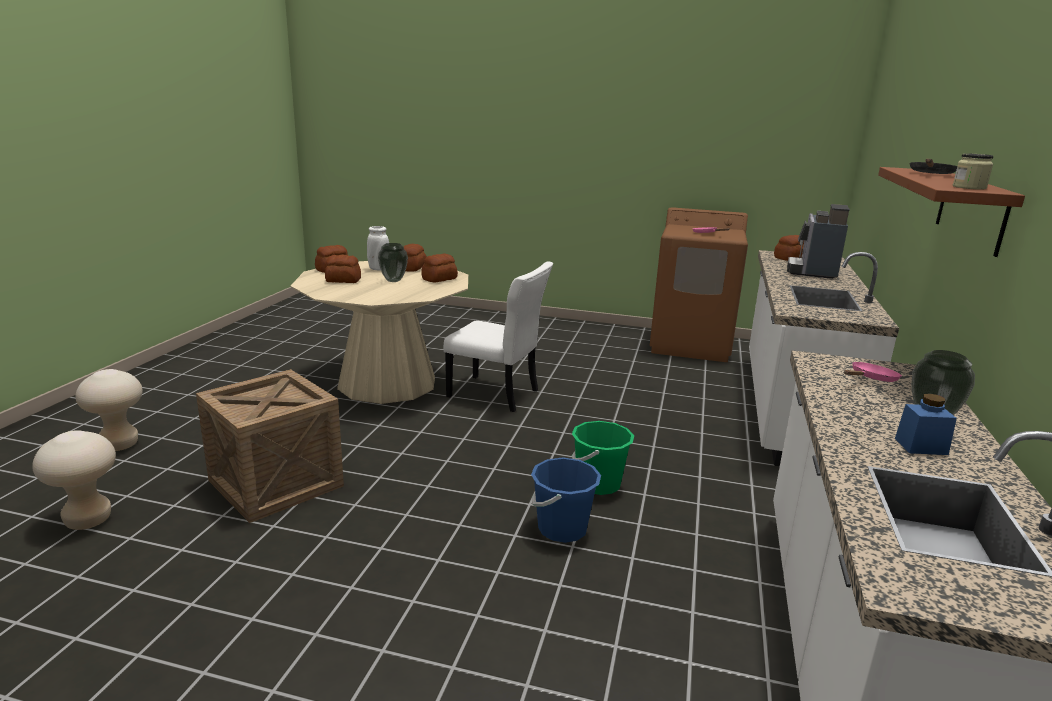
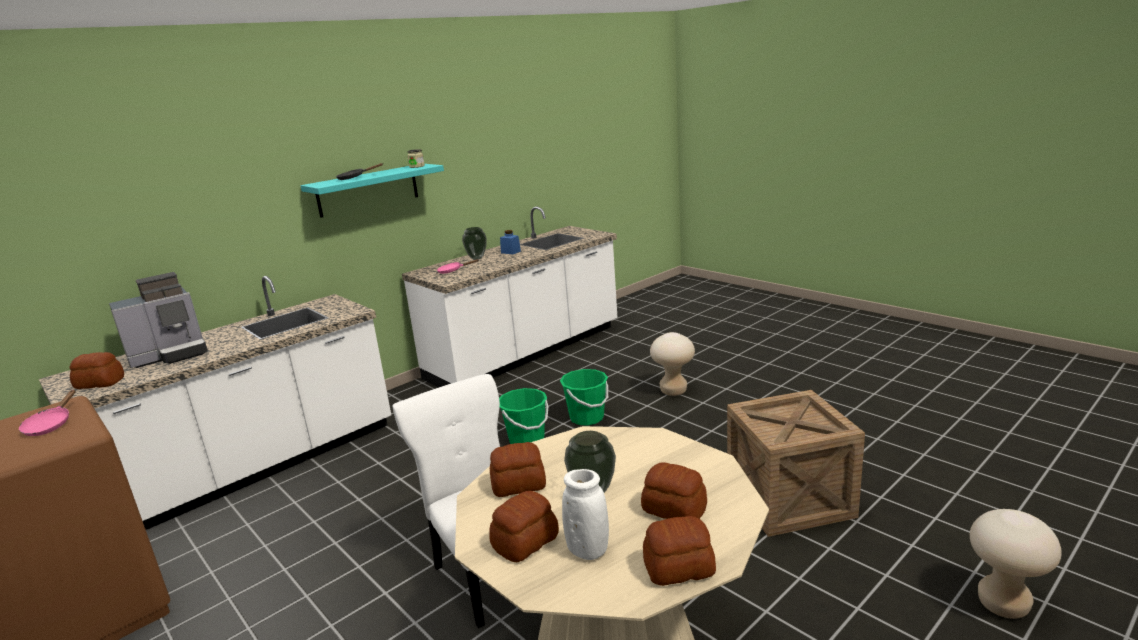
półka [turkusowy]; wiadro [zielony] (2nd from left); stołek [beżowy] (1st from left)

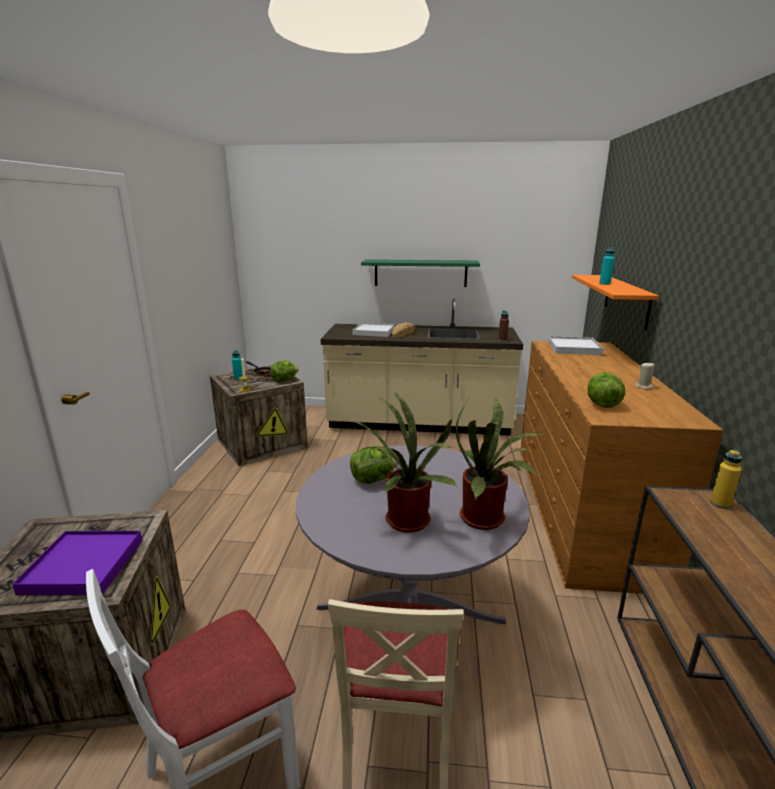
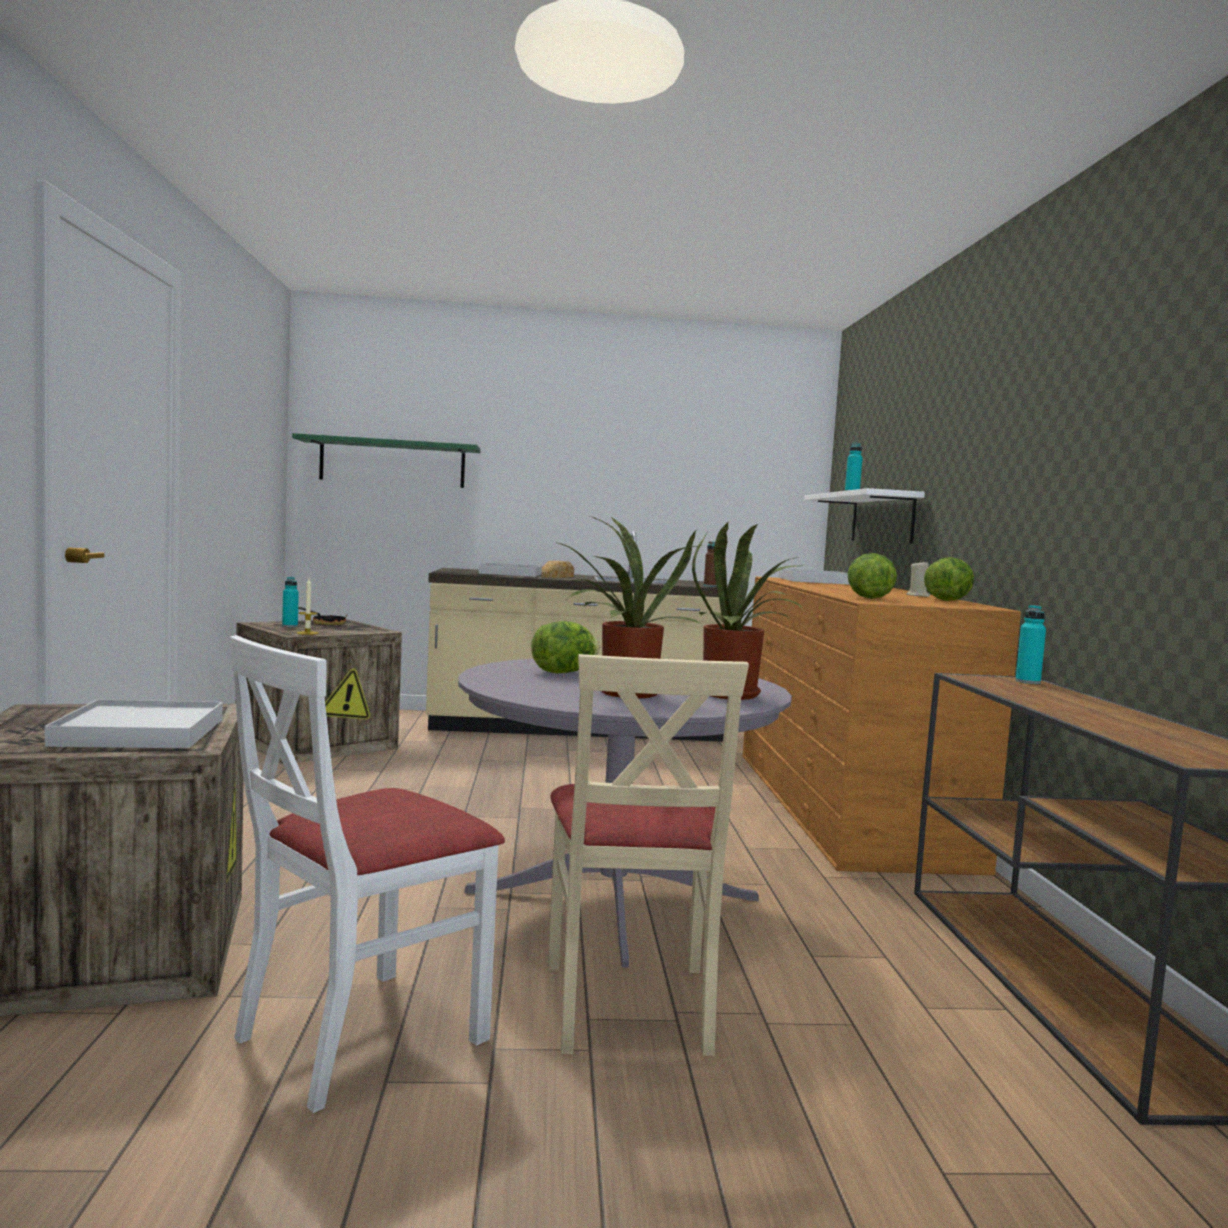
taca [biały] (1st from left); półka [zielony]; półka [biały]; sałata (3rd from left); butelka [turkusowy] (3rd from left)

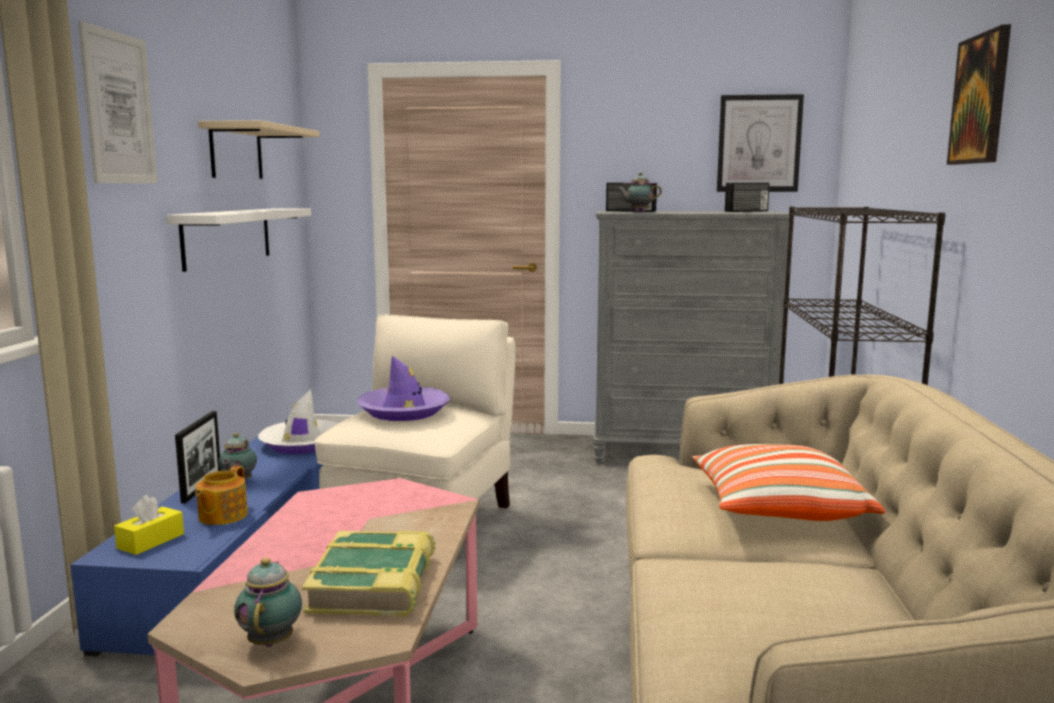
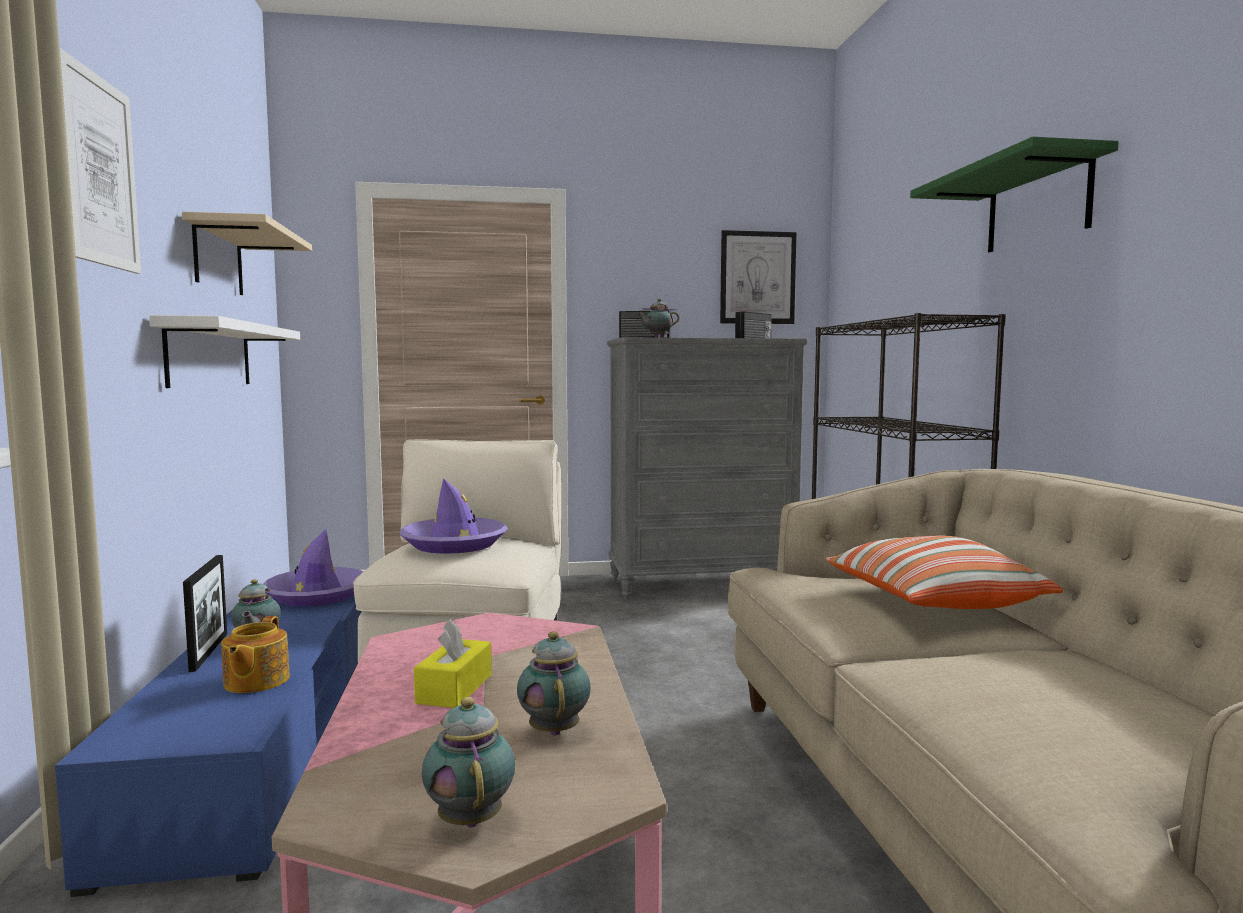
kapelusz [fioletowy] (1st from left); pudełko chusteczek [żółty]; imbryk (4th from left); półka [zielony]

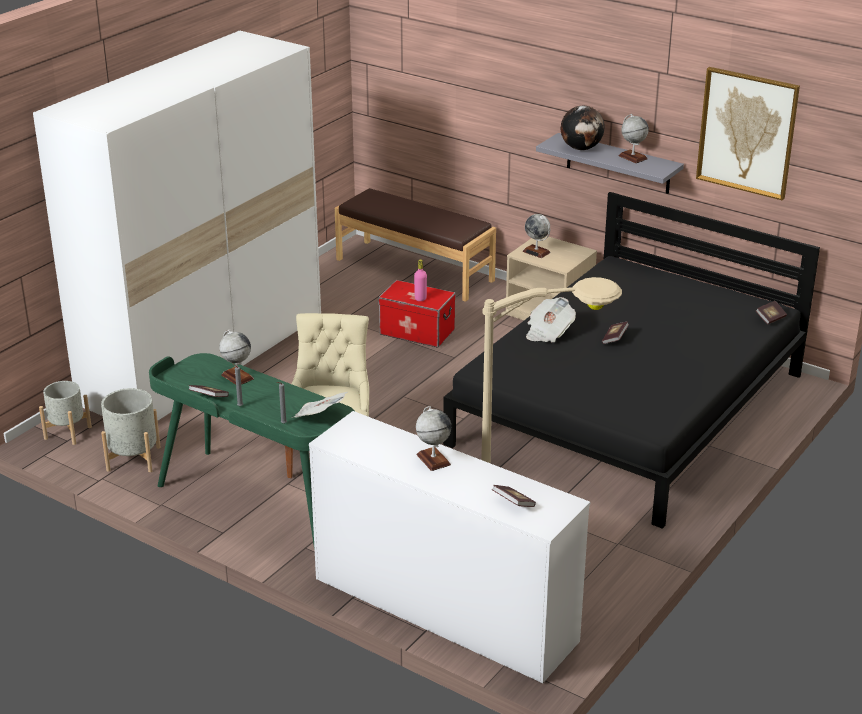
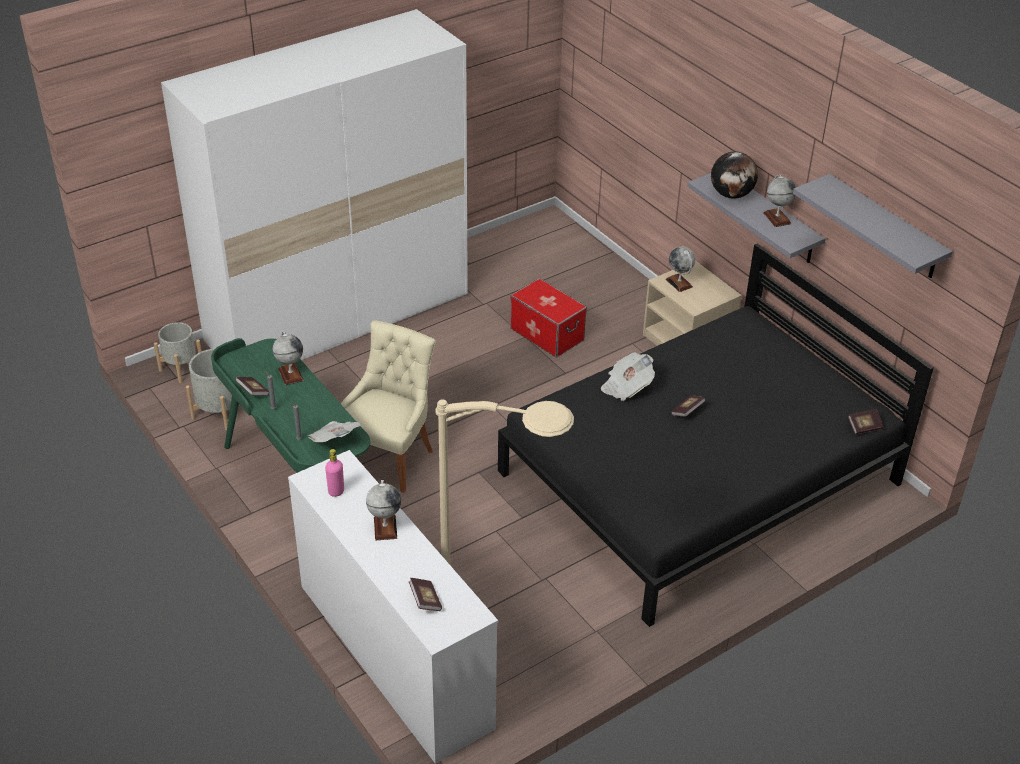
butelka [różowy]; półka [szary] (2nd from left); ławka [brązowy]

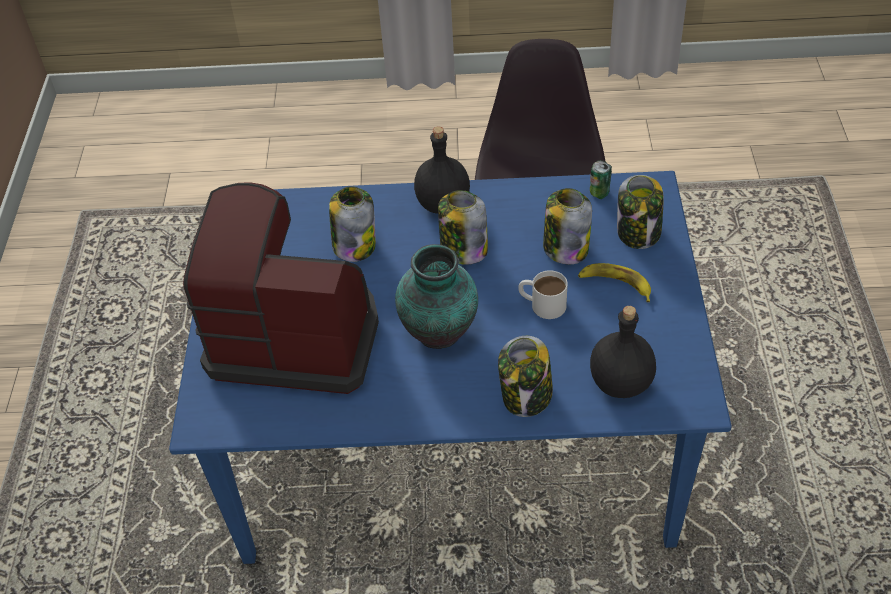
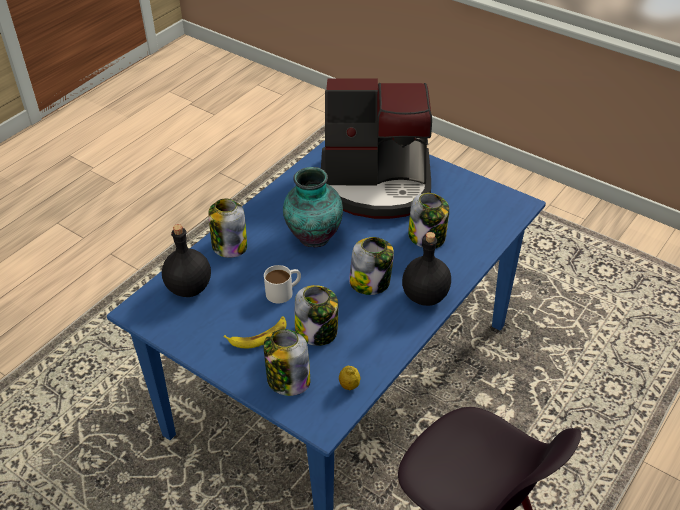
ekspres do kawy; cytryna

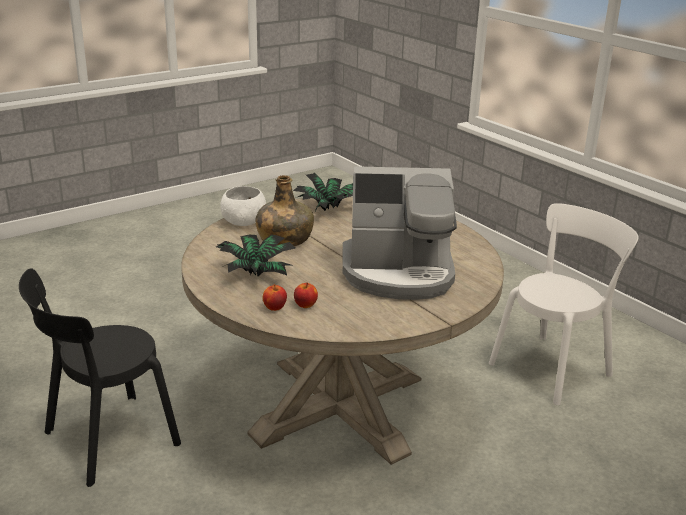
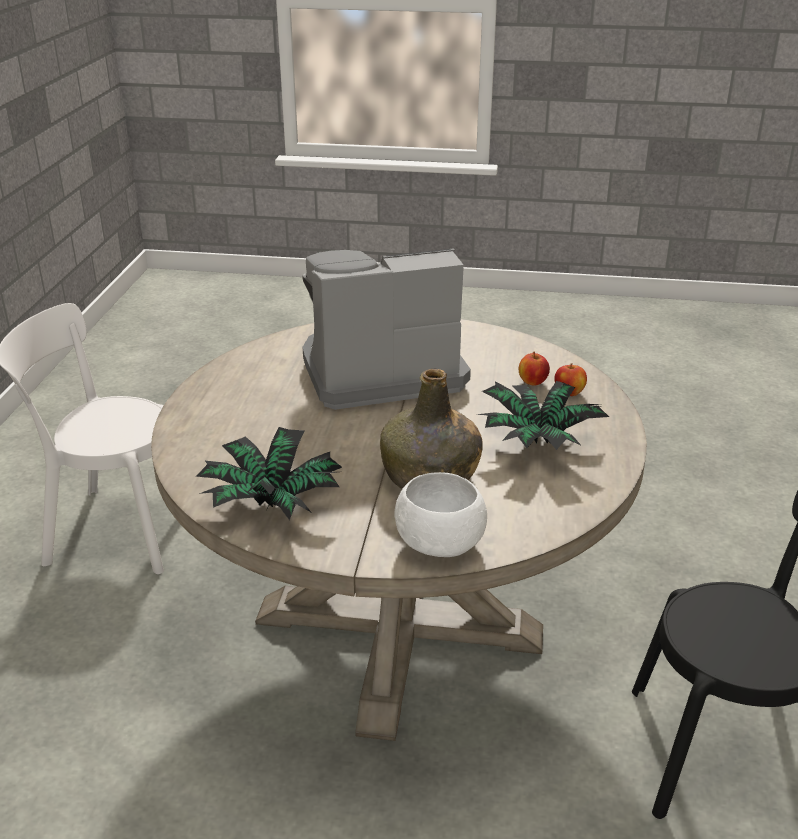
ekspres do kawy

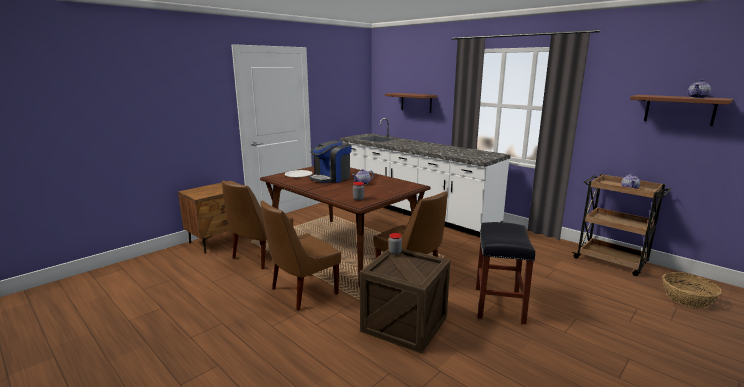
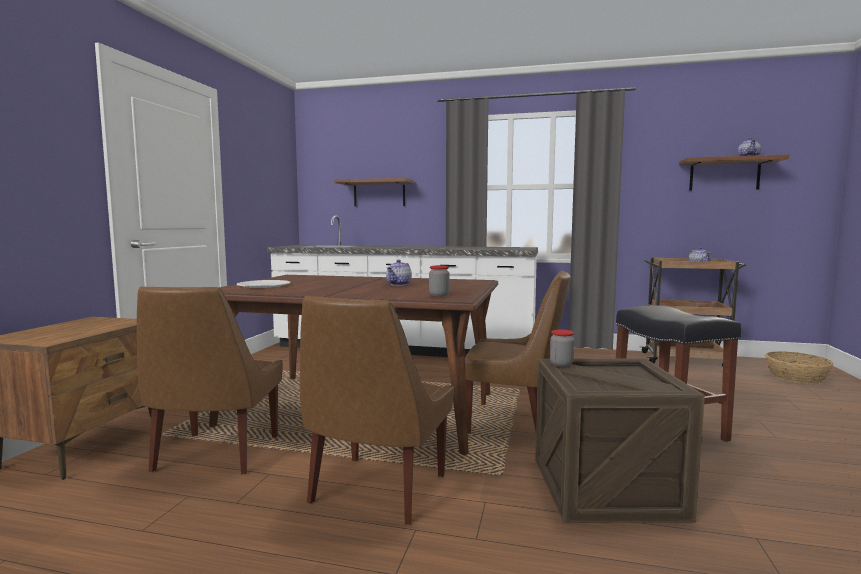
ekspres do kawy

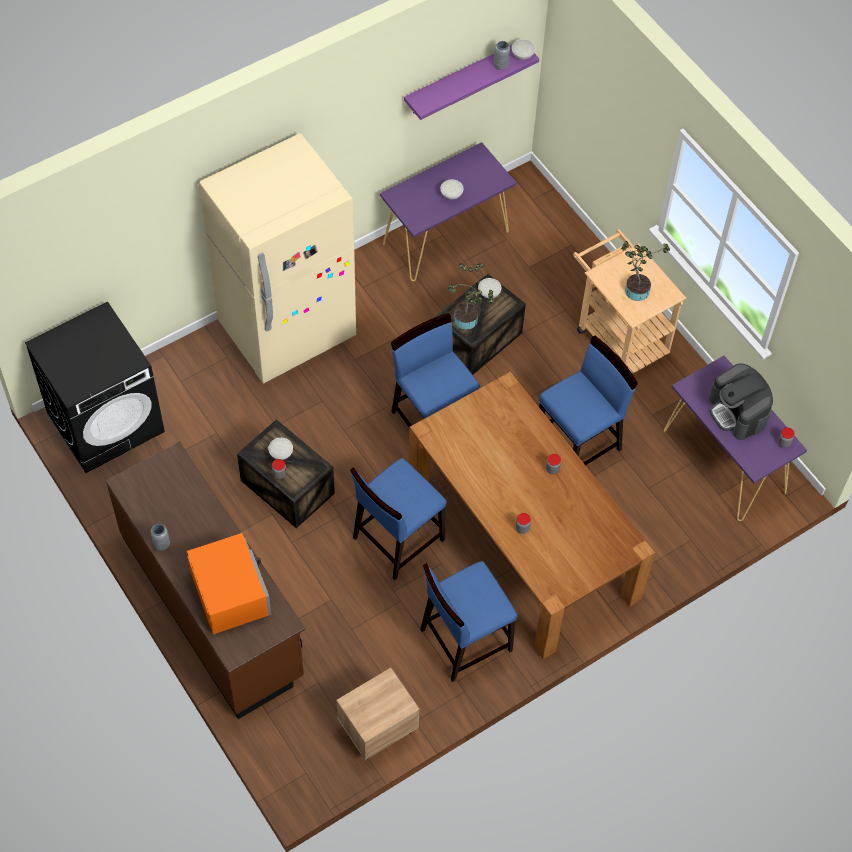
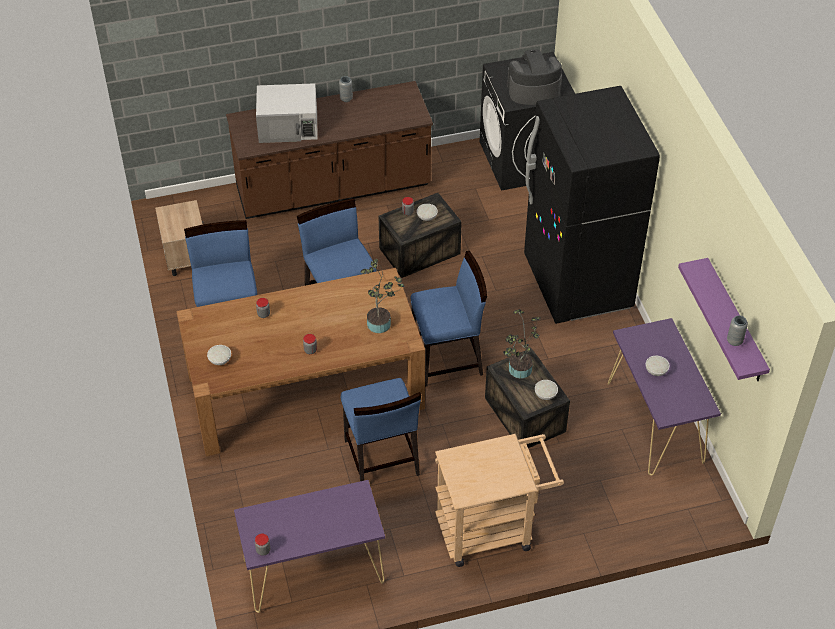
miska [biały] (1st from left); mikrofalówka [biały]; roślina doniczkowa (1st from left); ekspres do kawy; lodówka [czarny]

